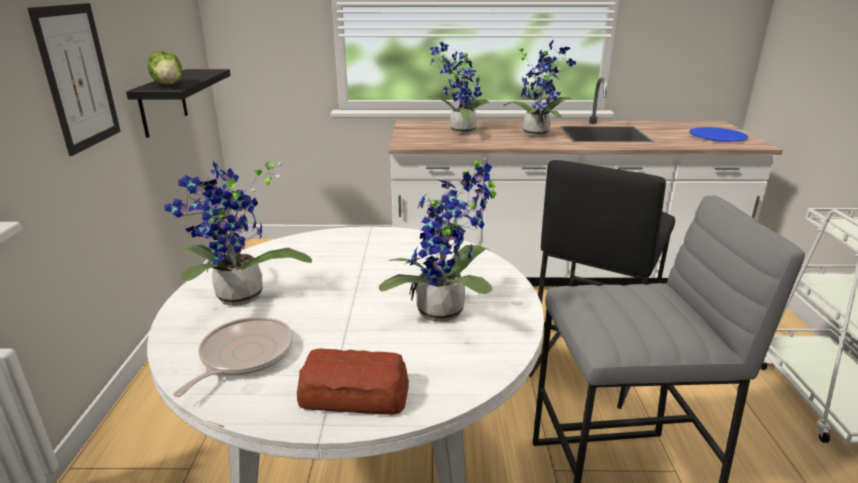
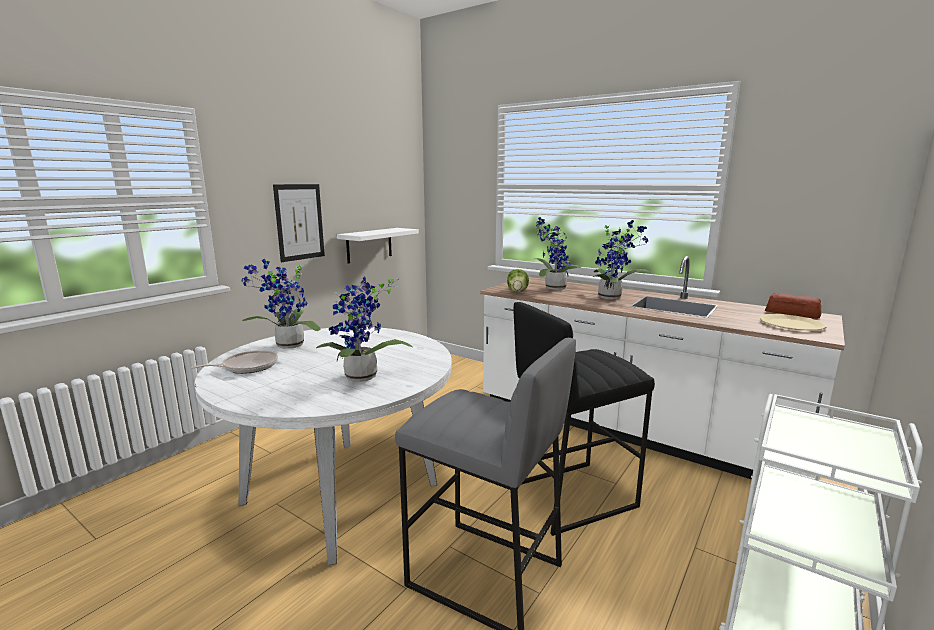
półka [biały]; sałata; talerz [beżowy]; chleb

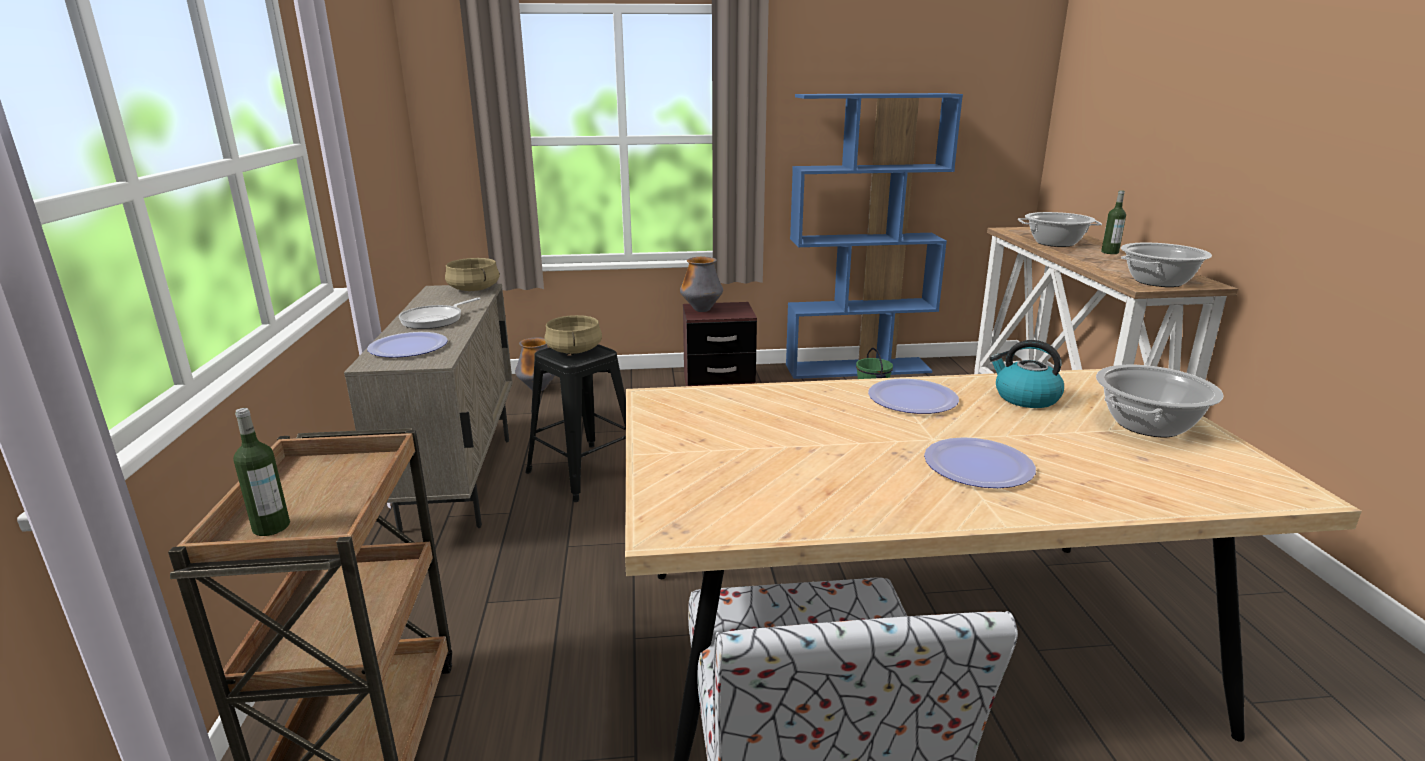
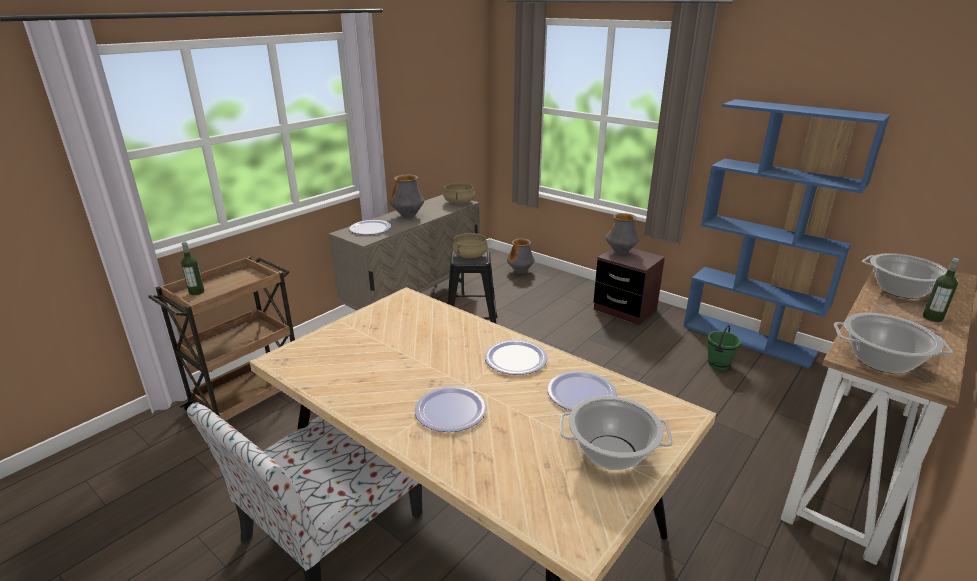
wazon (1st from left); talerz (4th from left)

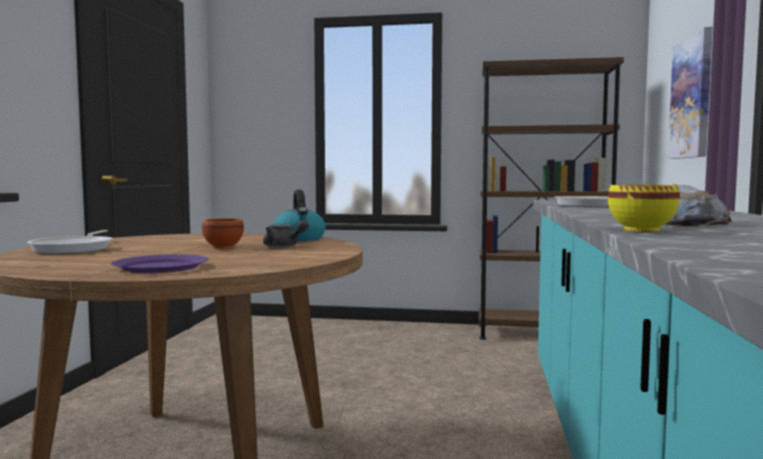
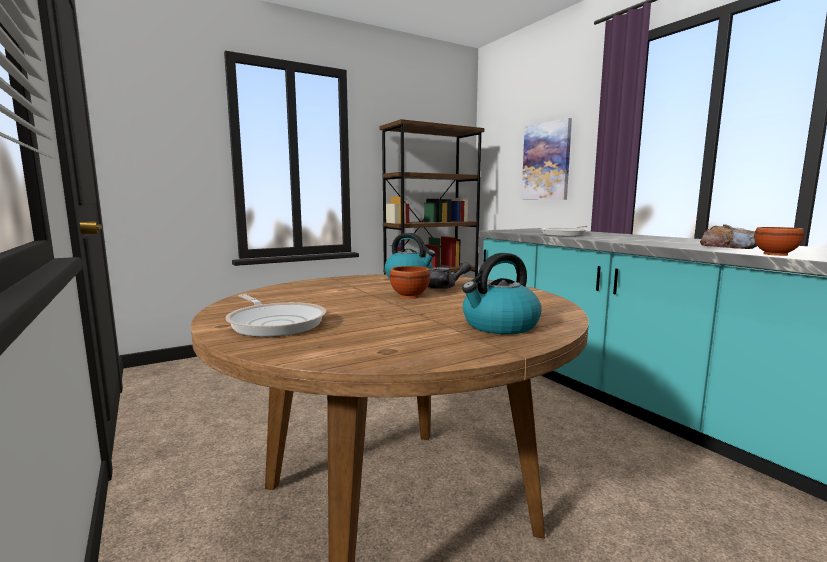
czajnik (2nd from left); miska [brązowy] (2nd from left)

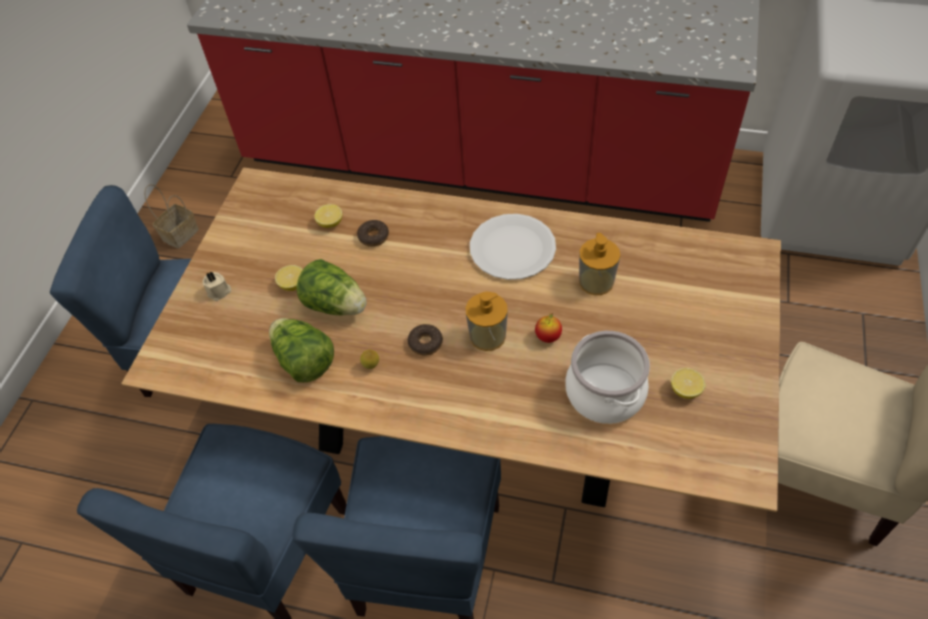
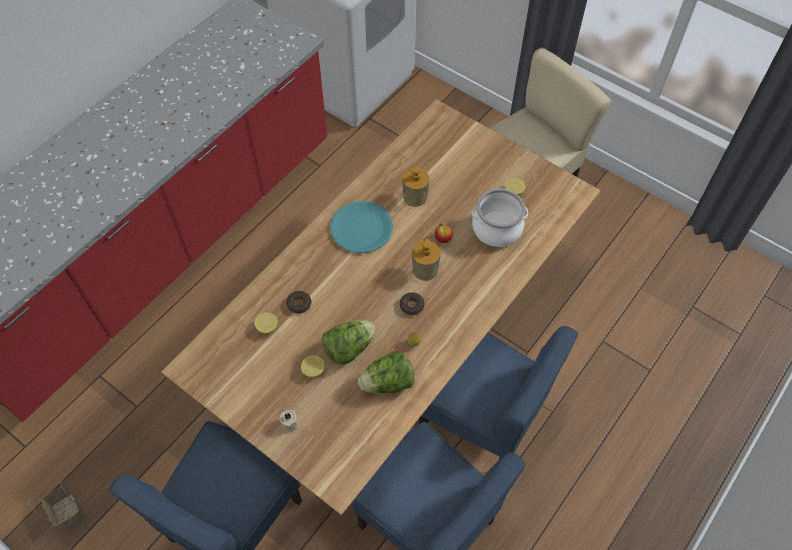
talerz [turkusowy]

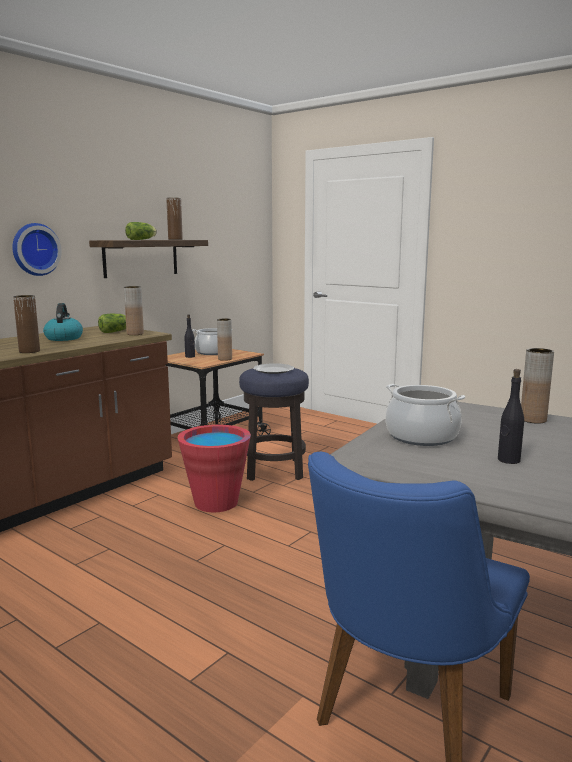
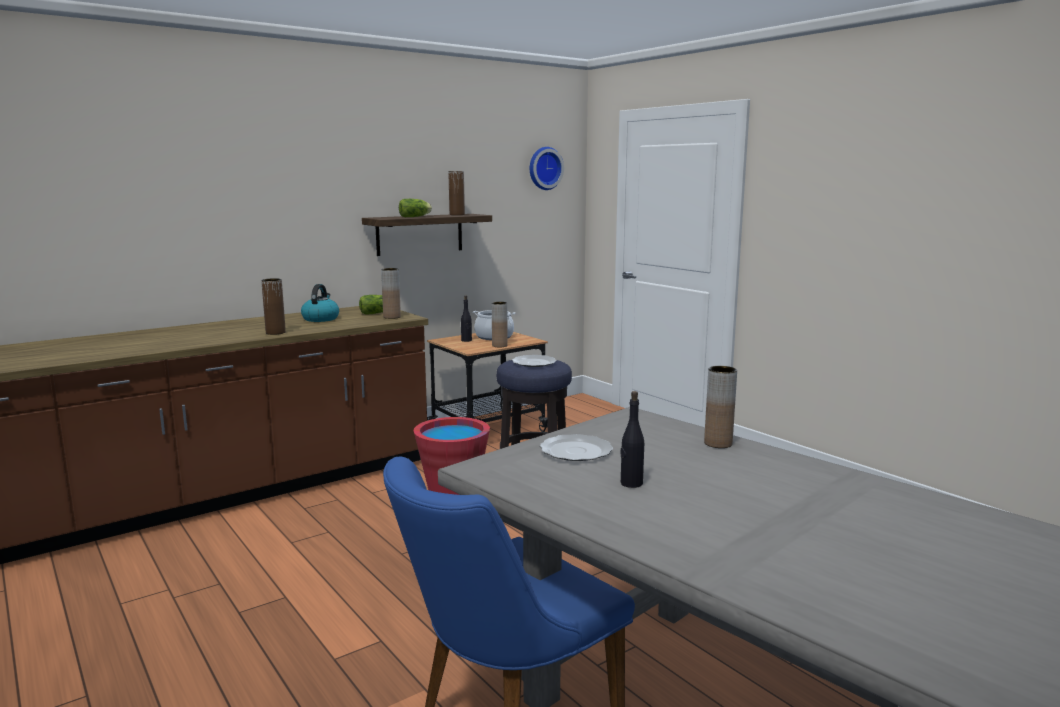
zegar ścienny; talerz (2nd from left)

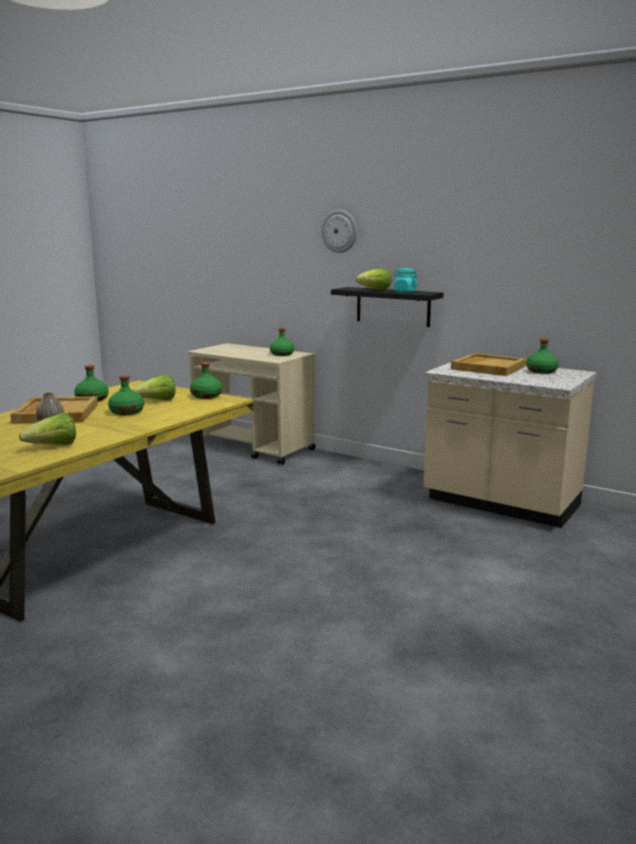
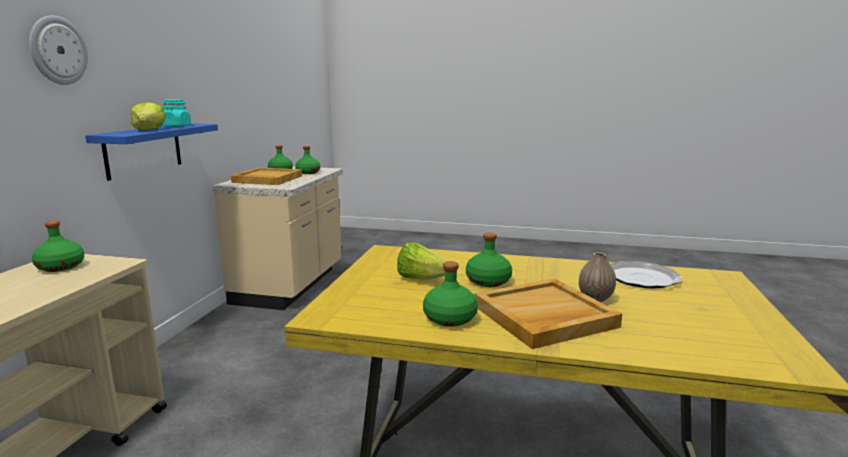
półka [niebieski]; butelka [zielony] (3rd from left); talerz

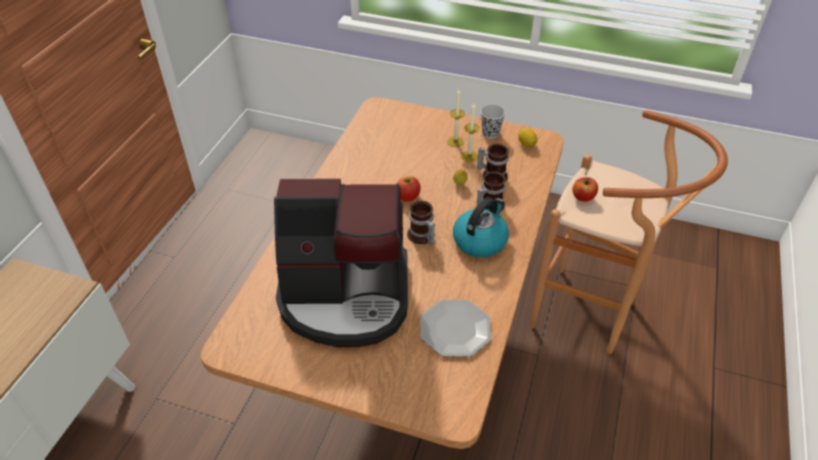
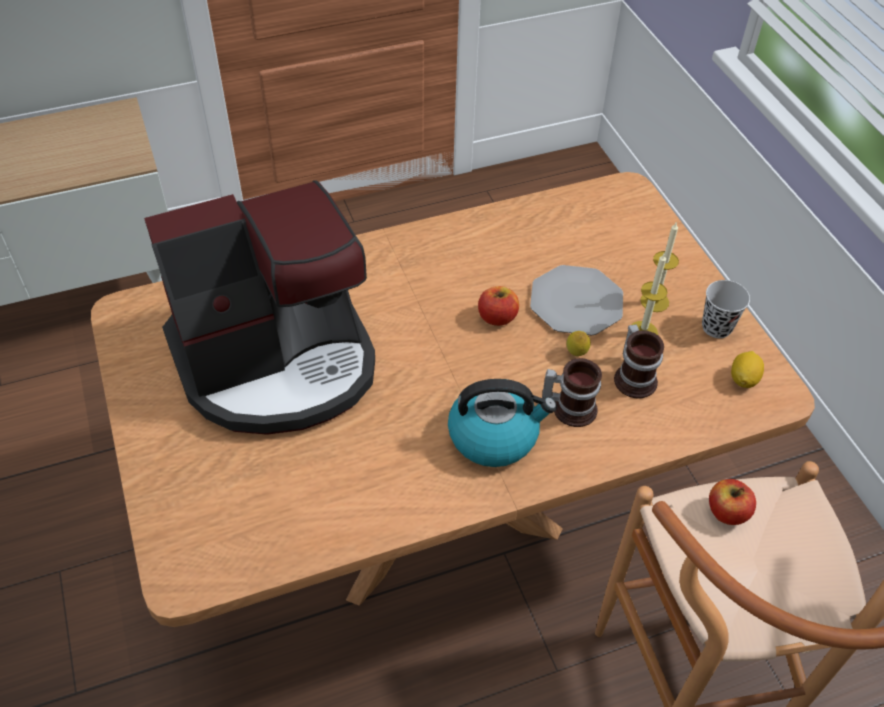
ekspres do kawy; talerz; kubek (1st from left in the first image)

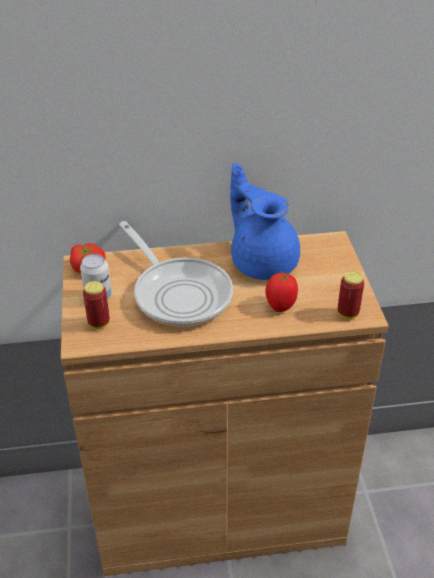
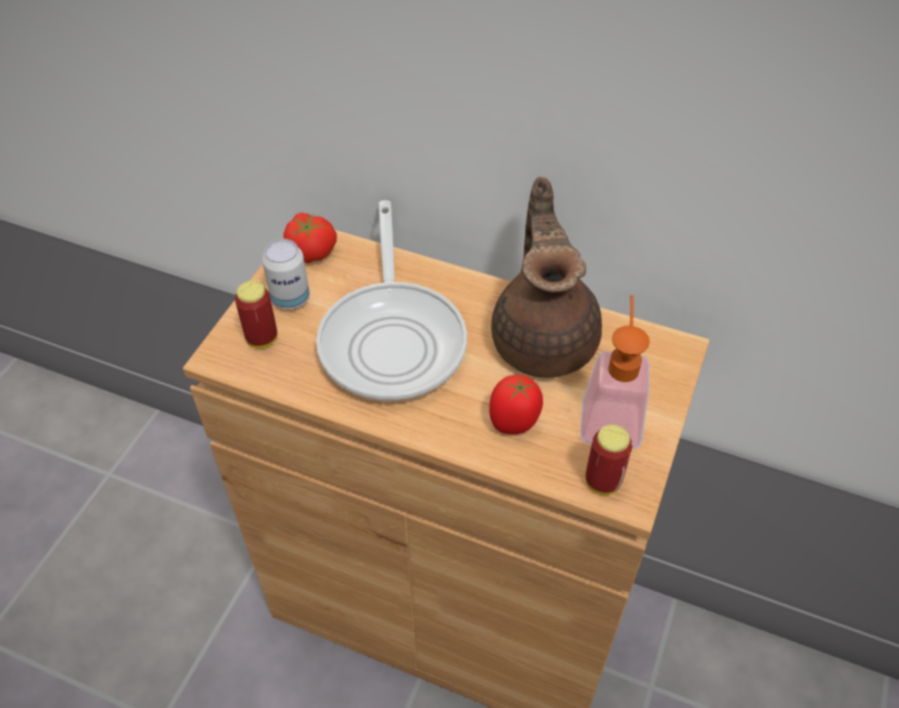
imbryk [brązowy]; dozownik mydła

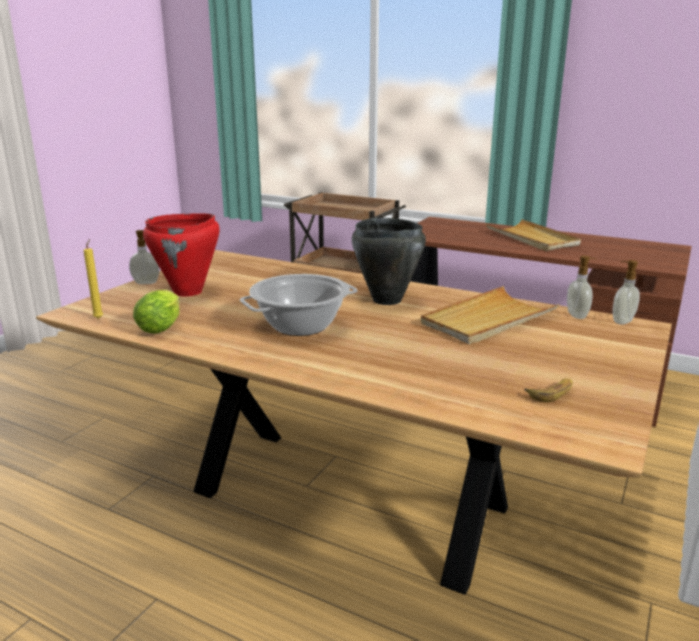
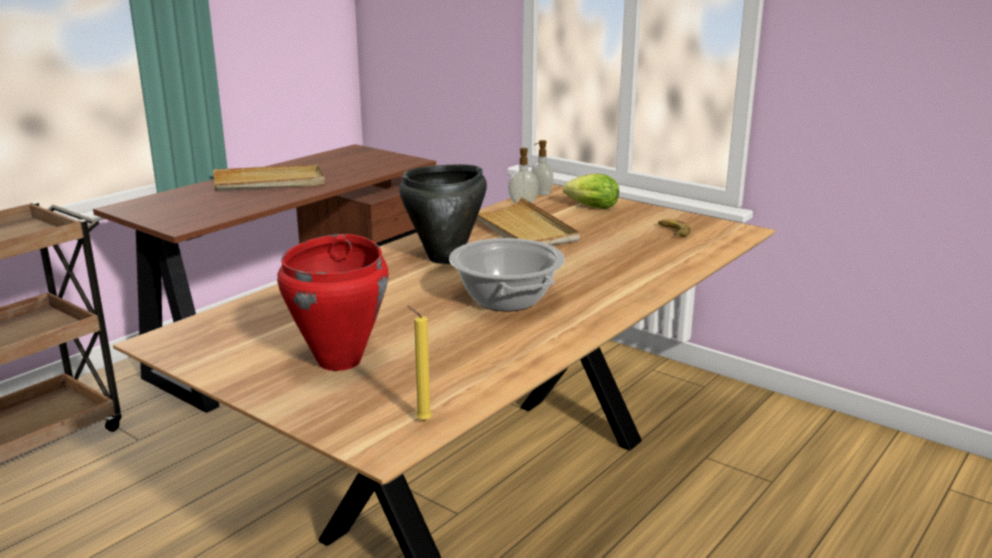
sałata; dozownik mydła (1st from left in the first image)

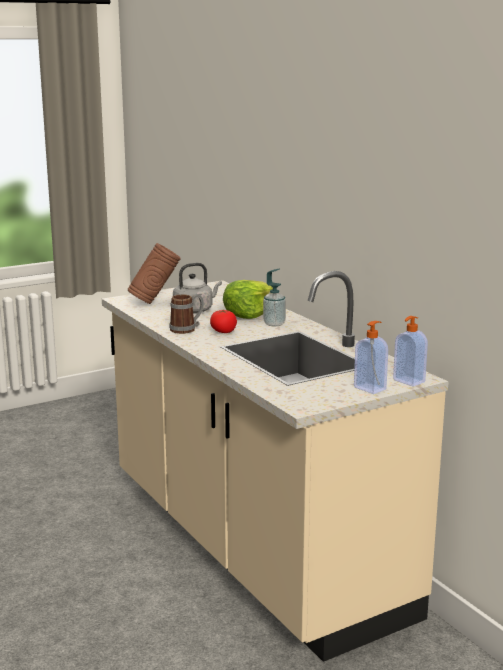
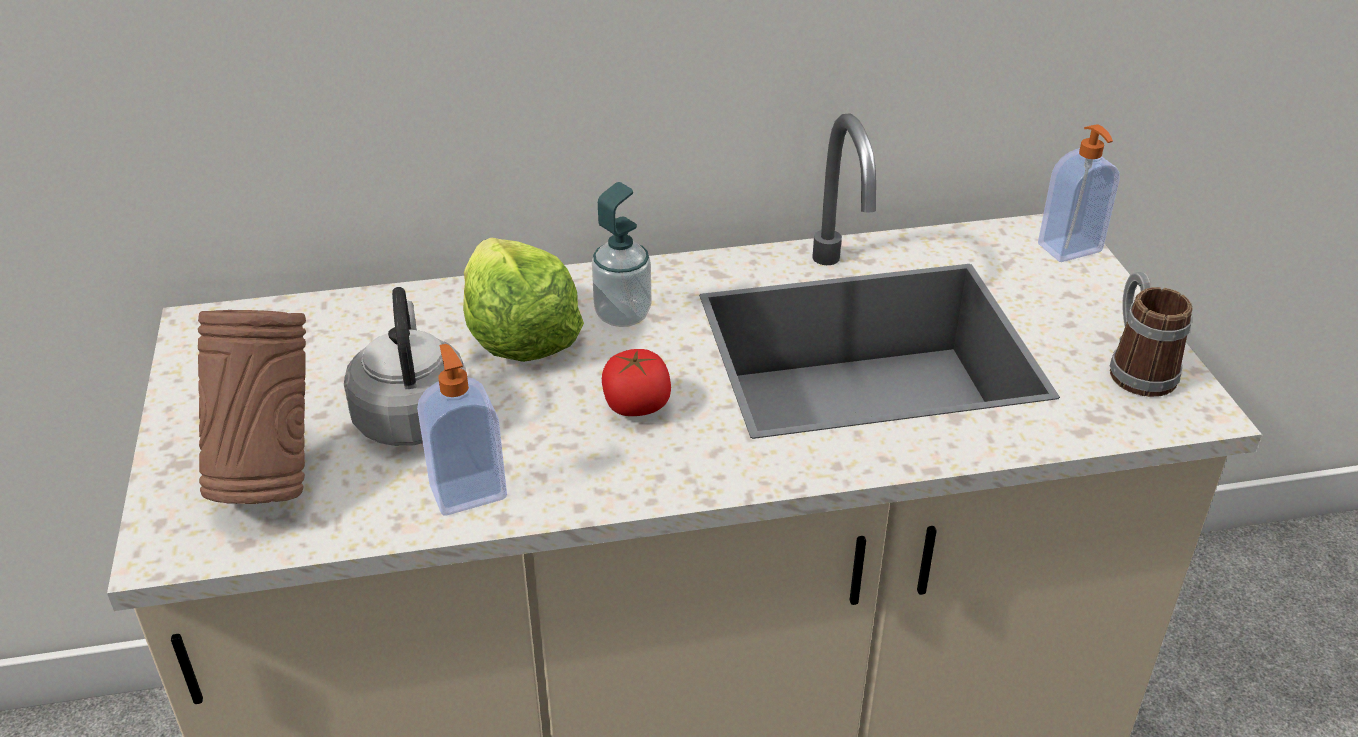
dozownik mydła (1st from left); kubek

